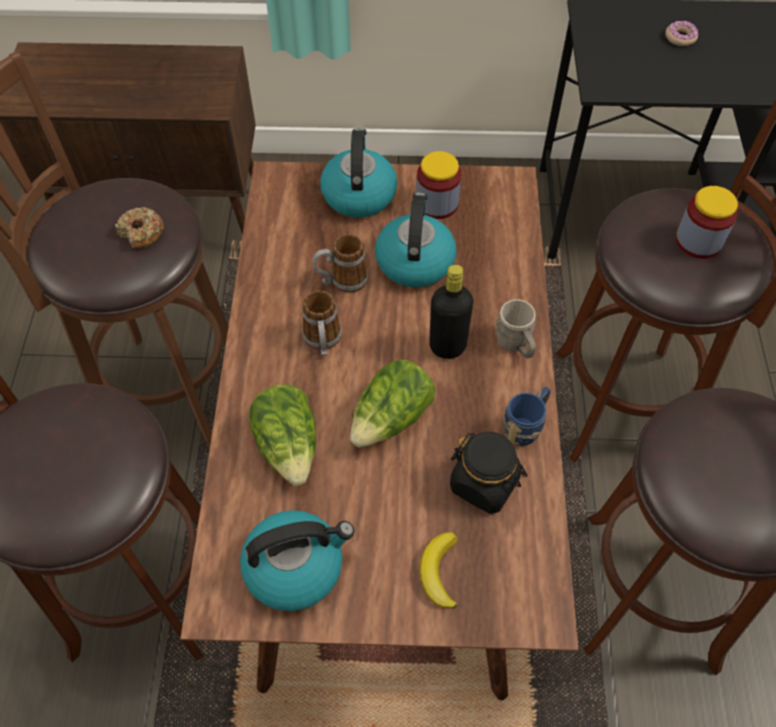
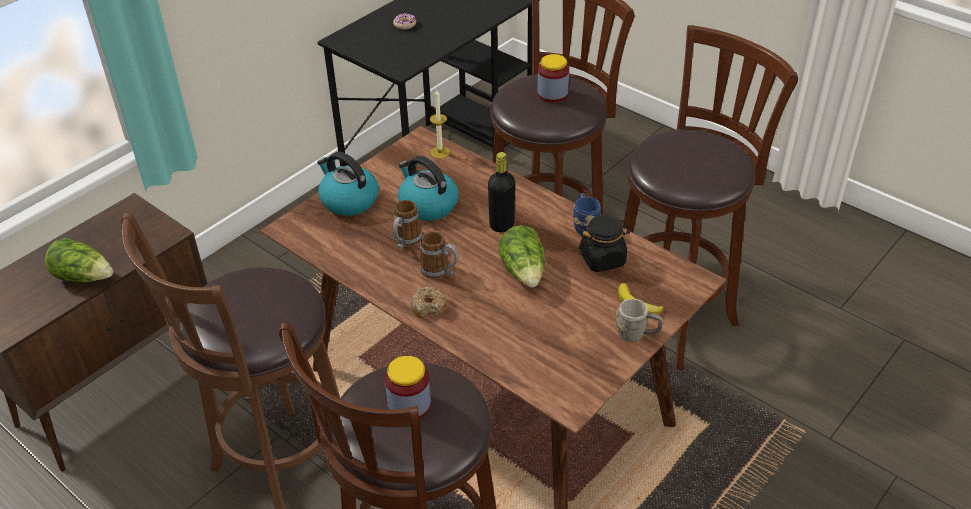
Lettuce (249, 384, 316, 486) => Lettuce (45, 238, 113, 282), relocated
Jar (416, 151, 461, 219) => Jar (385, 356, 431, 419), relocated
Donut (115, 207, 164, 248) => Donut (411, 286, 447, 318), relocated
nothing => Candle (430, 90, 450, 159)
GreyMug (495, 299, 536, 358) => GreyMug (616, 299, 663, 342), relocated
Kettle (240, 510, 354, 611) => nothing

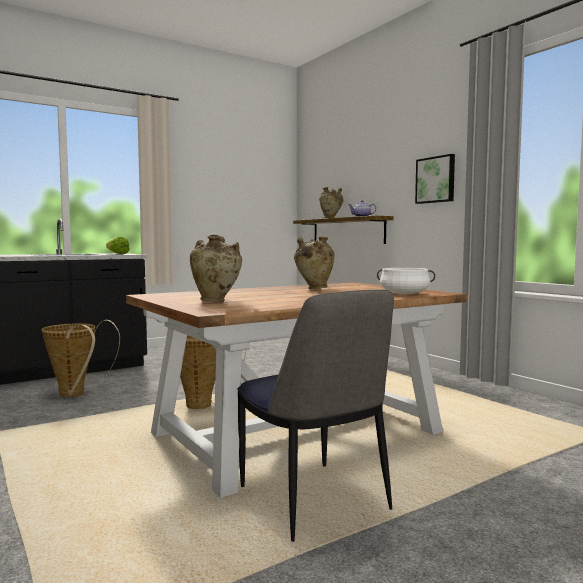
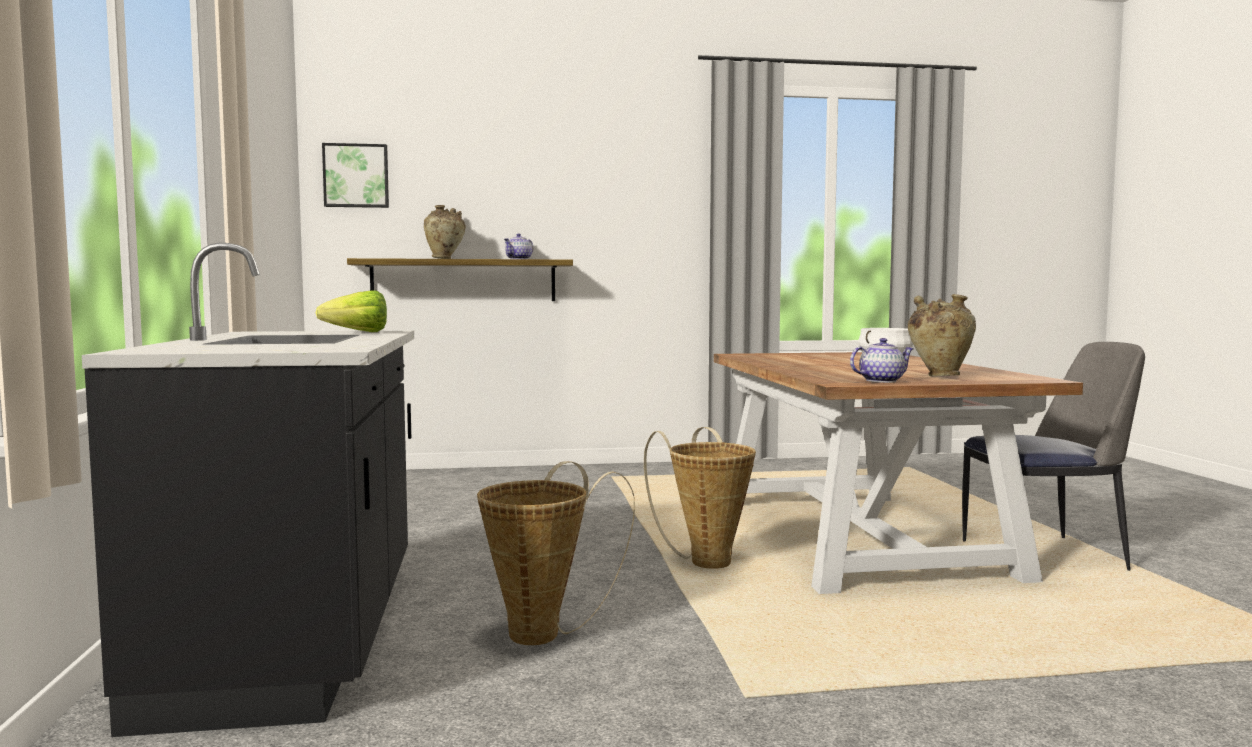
Picture (415, 154, 455, 204) => Picture (322, 143, 389, 208), relocated
nothing => Teapot (850, 338, 914, 383)
BeigeVase (294, 236, 335, 289) => nothing

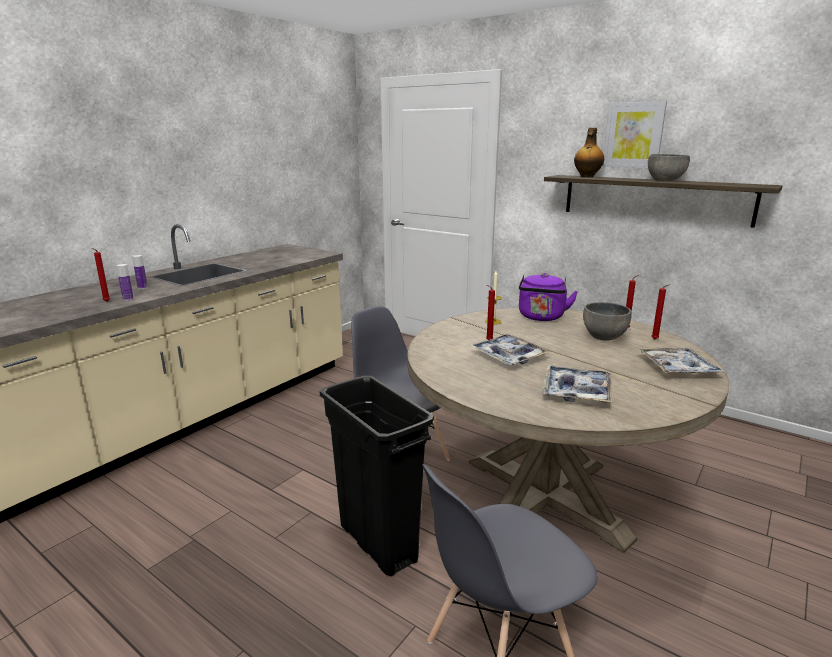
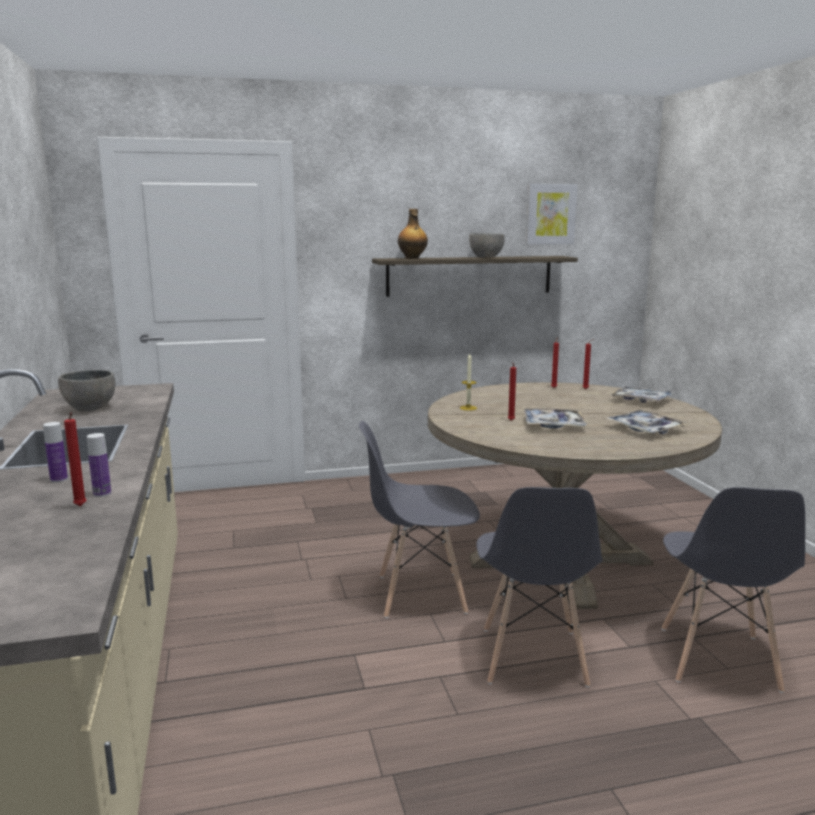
GreyBowl (583, 302, 632, 341) => GreyBowl (58, 370, 115, 411), relocated
BlackTrashCan (320, 376, 434, 576) => GreyChair (476, 487, 603, 687)
Picture (602, 101, 667, 168) => Picture (526, 184, 577, 244), relocated
PurpleKettle (519, 273, 578, 321) => nothing

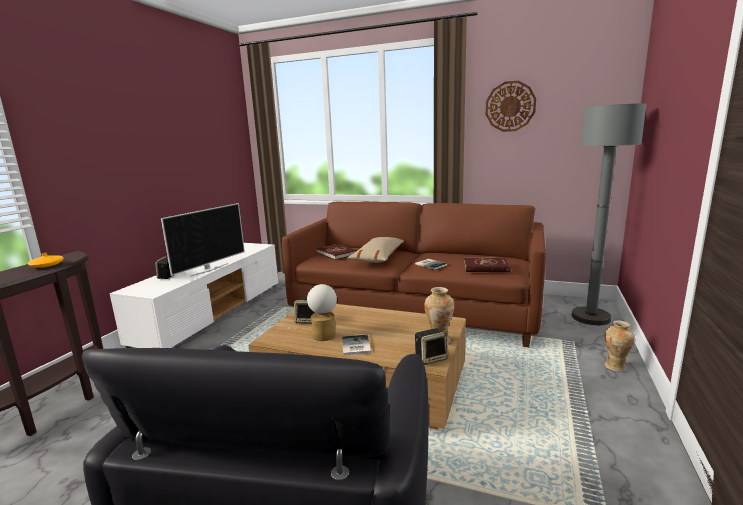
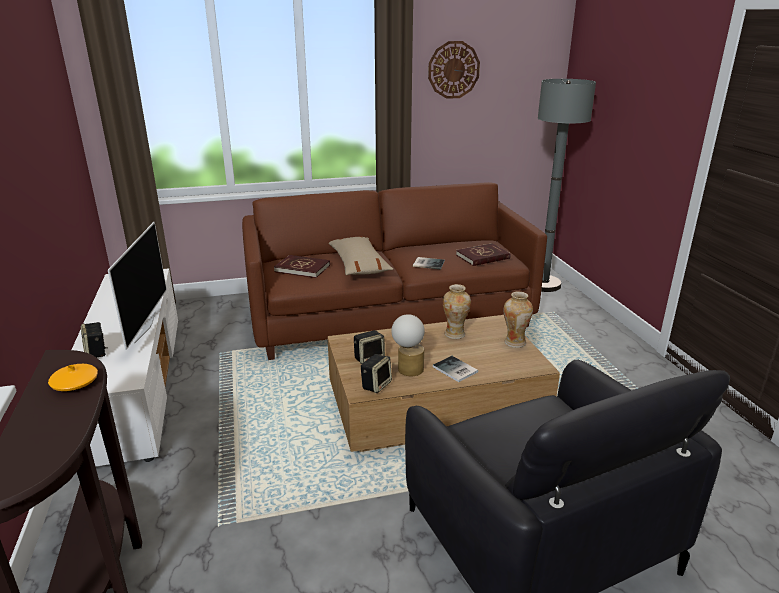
Speaker (415, 328, 448, 365) => Speaker (360, 354, 392, 393), relocated
Vase (605, 320, 635, 372) => Vase (443, 284, 471, 339), relocated

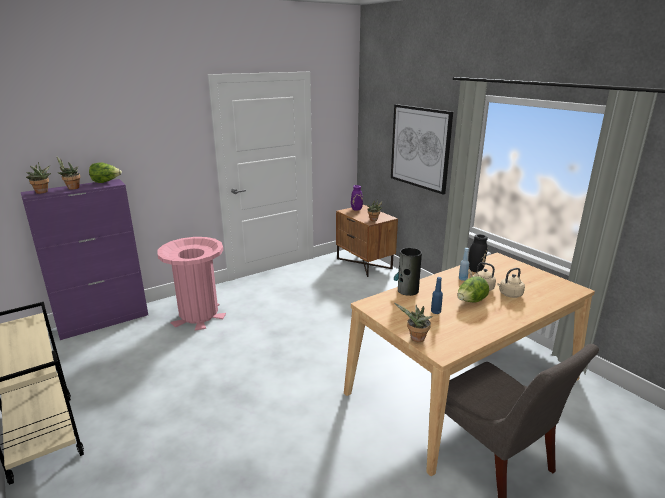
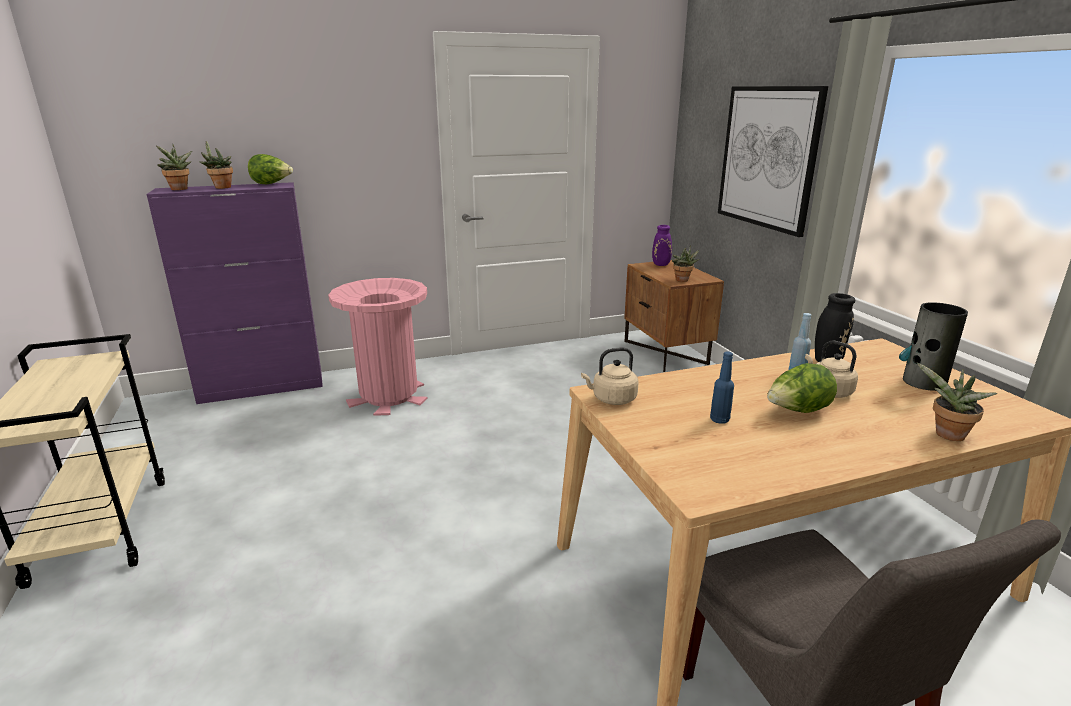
BeigeKettle (497, 268, 525, 298) => BeigeKettle (581, 348, 639, 405), relocated
Vase (394, 248, 422, 296) => Vase (899, 302, 968, 391), relocated
PottedPlant (394, 303, 433, 342) => PottedPlant (917, 363, 997, 441), relocated

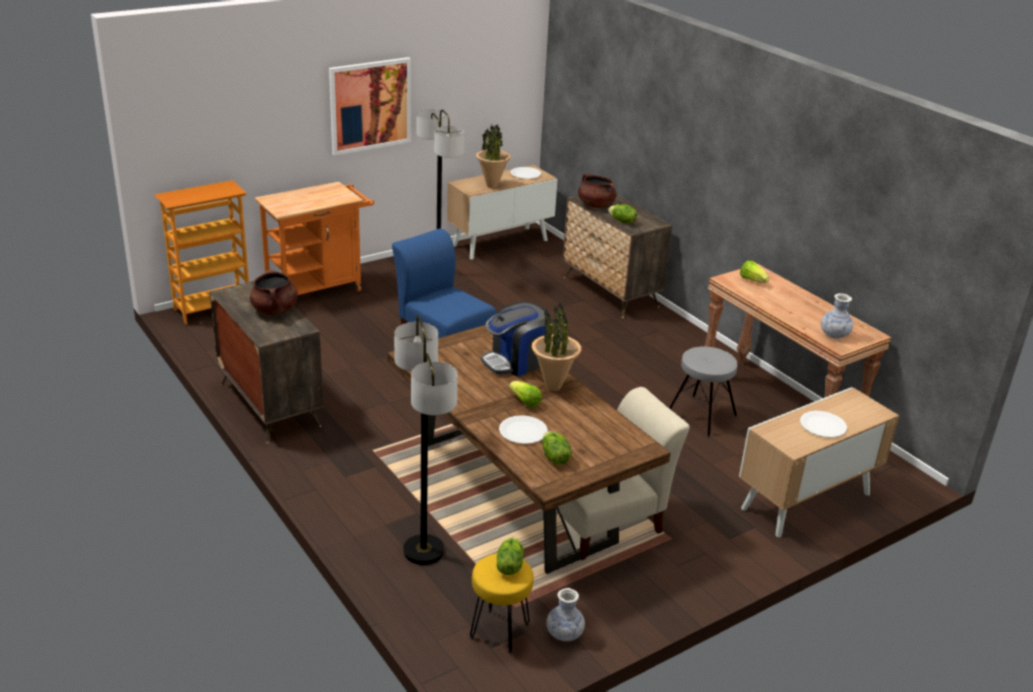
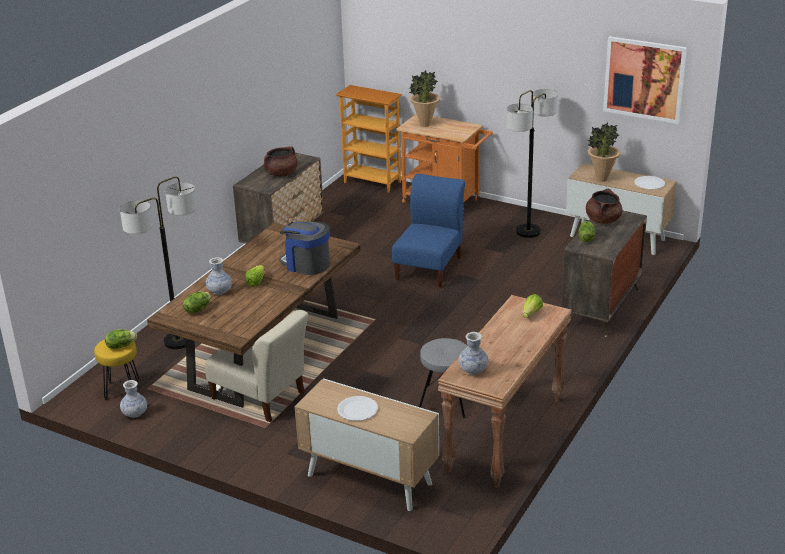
WhitePlate (499, 415, 548, 444) => Vase (206, 257, 232, 295)
PottedPlant (532, 302, 581, 391) => PottedPlant (409, 70, 440, 127), relocated
Picture (329, 57, 411, 155) => Picture (603, 36, 687, 124), relocated

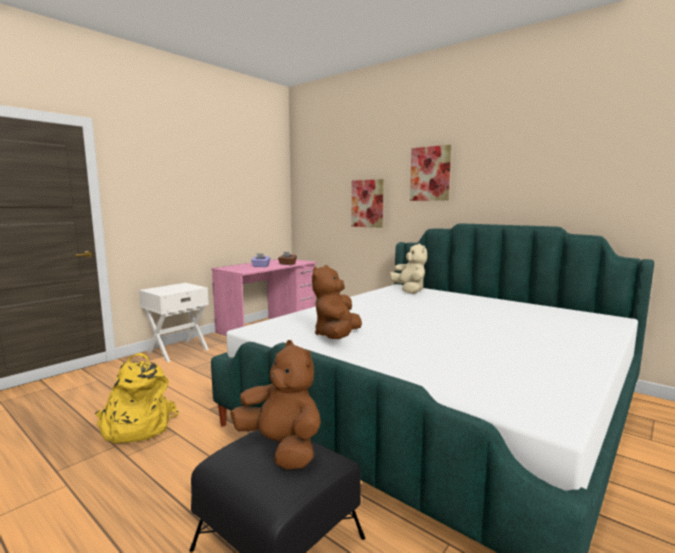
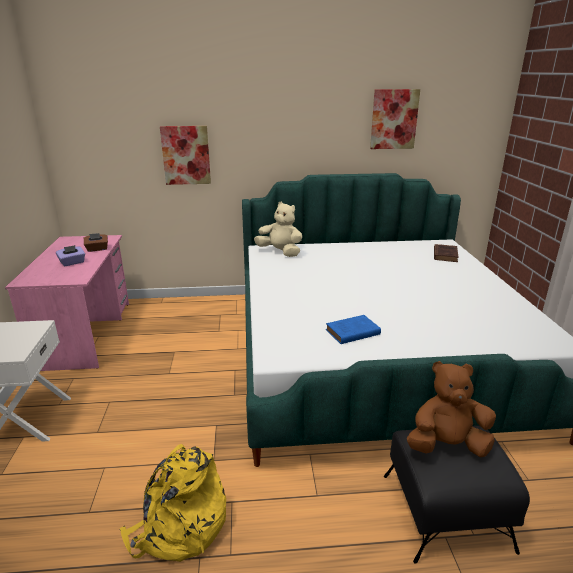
BrownPlushToy (312, 265, 362, 339) => BlueBook (326, 315, 381, 344)
Picture (410, 145, 451, 201) => Picture (370, 89, 420, 149), relocated
nothing => BrownBook (434, 244, 459, 262)

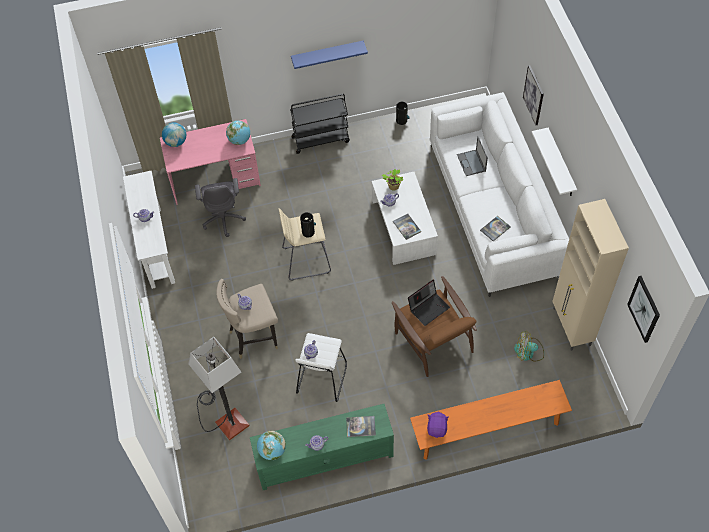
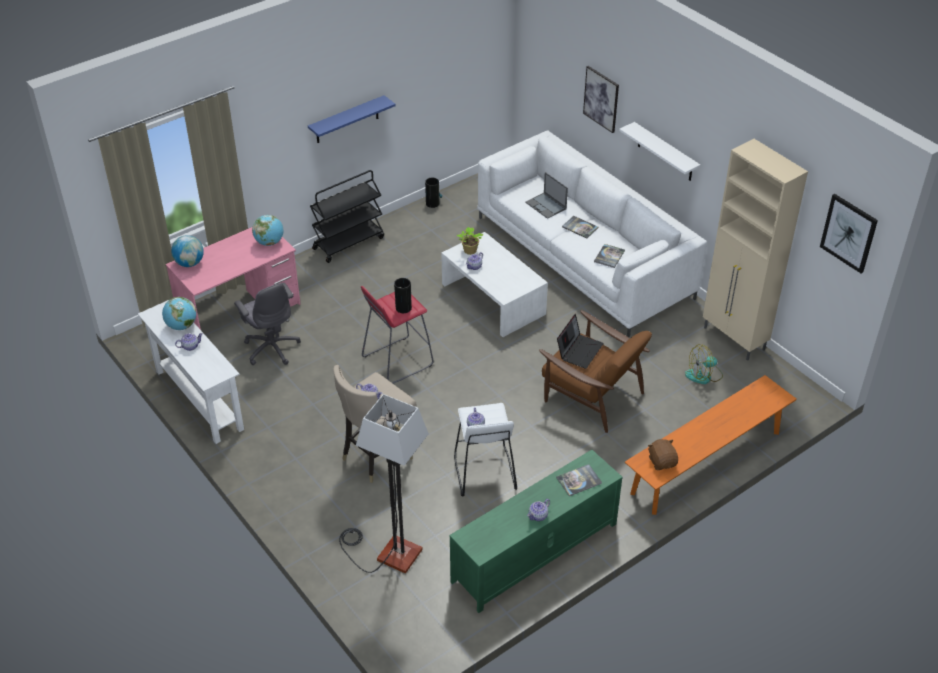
Globe (257, 431, 286, 460) => Globe (162, 297, 196, 330), relocated
BeigeStool (279, 208, 331, 281) => RedStool (361, 286, 434, 384)
Book (393, 214, 421, 240) => Book (562, 216, 598, 238), relocated
PurplePlushToy (427, 411, 449, 438) => BrownPlushToy (648, 439, 678, 470)

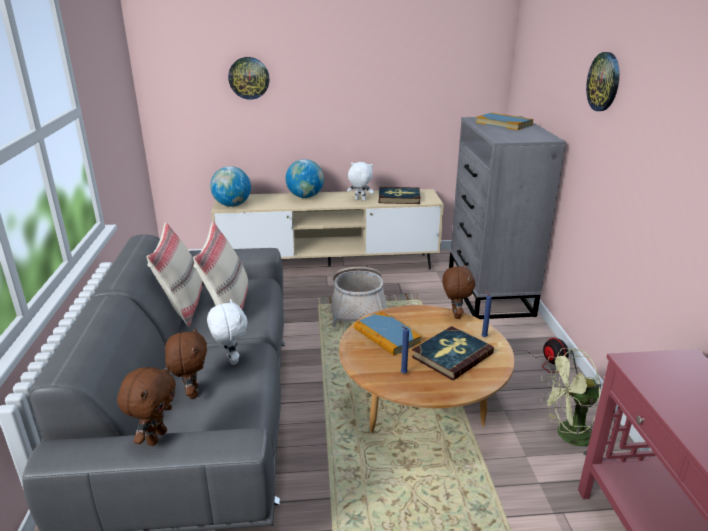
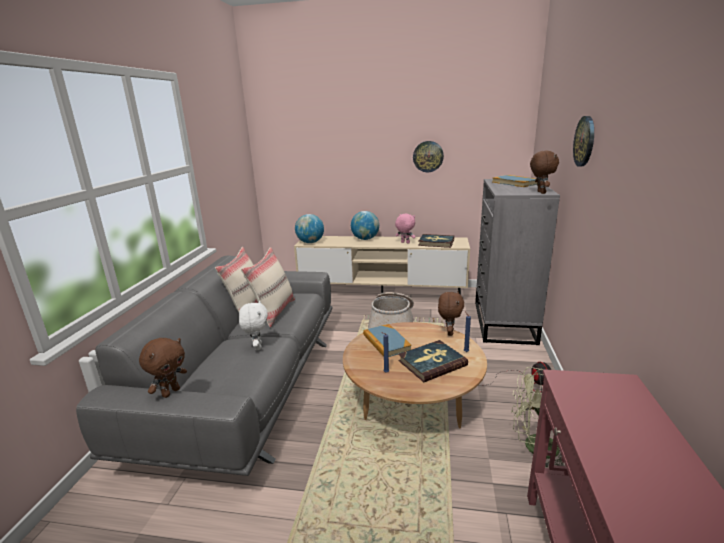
WhitePlushToy (347, 162, 374, 201) => PinkPlushToy (395, 214, 415, 243)
WallClock (228, 57, 269, 100) => WallClock (413, 141, 444, 172), relocated
BrownPlushToy (165, 327, 207, 398) => BrownPlushToy (530, 151, 559, 194), relocated

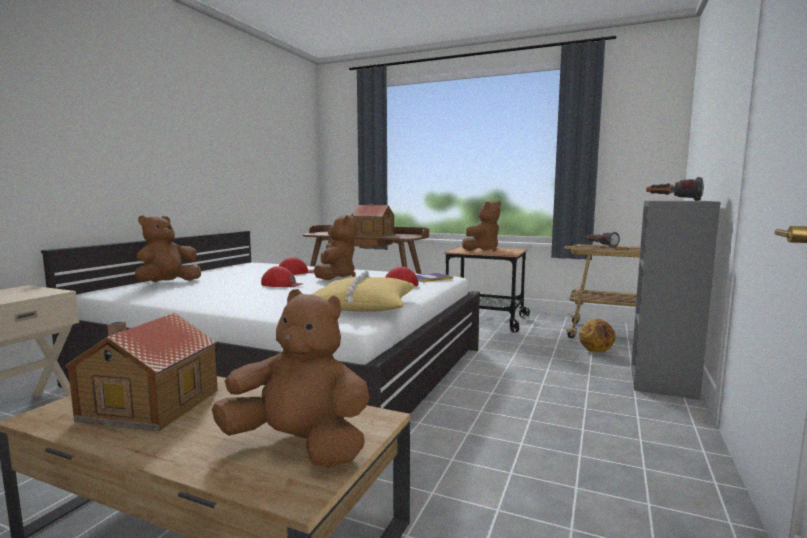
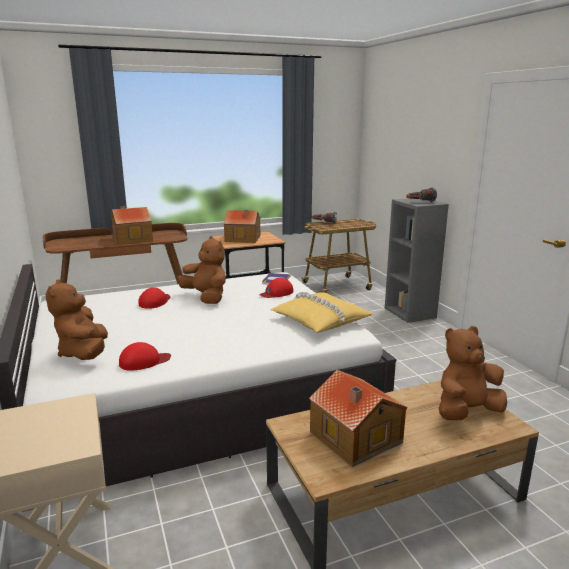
RedCap (261, 266, 303, 287) => RedCap (119, 342, 171, 371), relocated
BrownPlushToy (462, 201, 501, 251) => ToyHouse (224, 210, 260, 243)
Basketball (579, 319, 615, 352) => nothing

